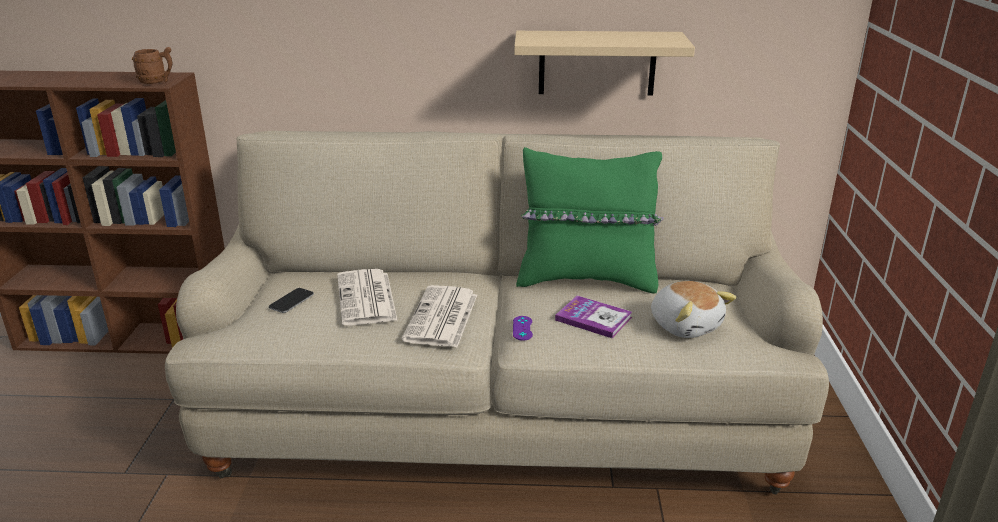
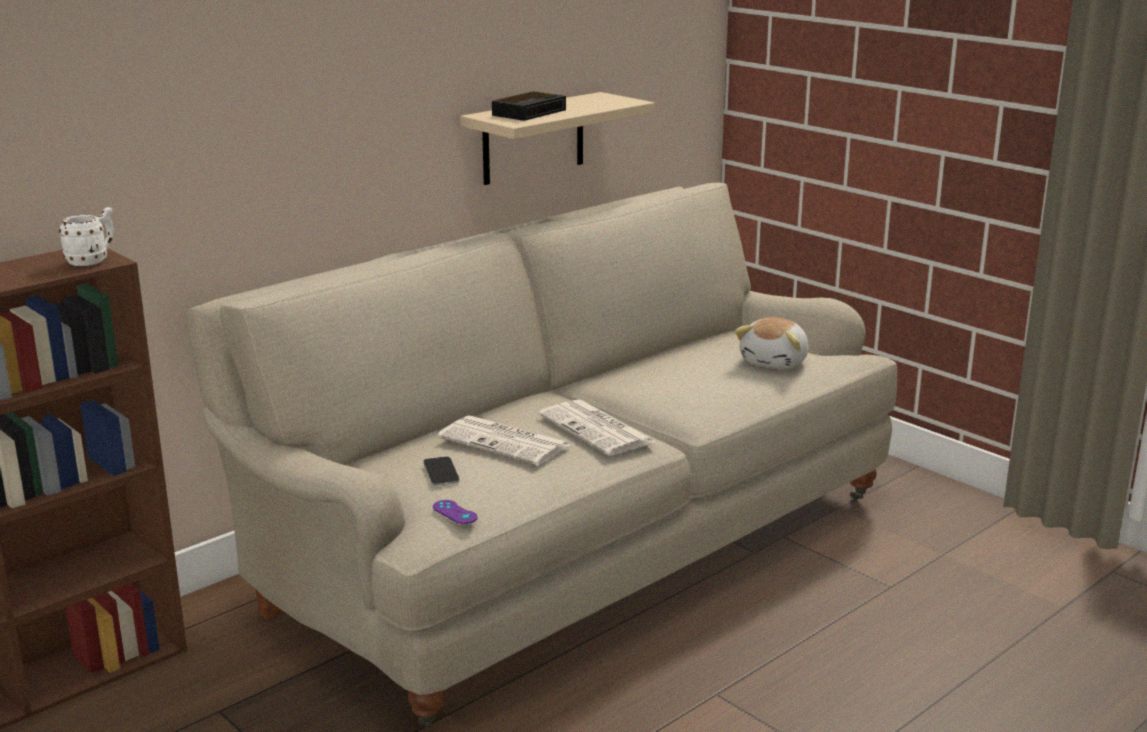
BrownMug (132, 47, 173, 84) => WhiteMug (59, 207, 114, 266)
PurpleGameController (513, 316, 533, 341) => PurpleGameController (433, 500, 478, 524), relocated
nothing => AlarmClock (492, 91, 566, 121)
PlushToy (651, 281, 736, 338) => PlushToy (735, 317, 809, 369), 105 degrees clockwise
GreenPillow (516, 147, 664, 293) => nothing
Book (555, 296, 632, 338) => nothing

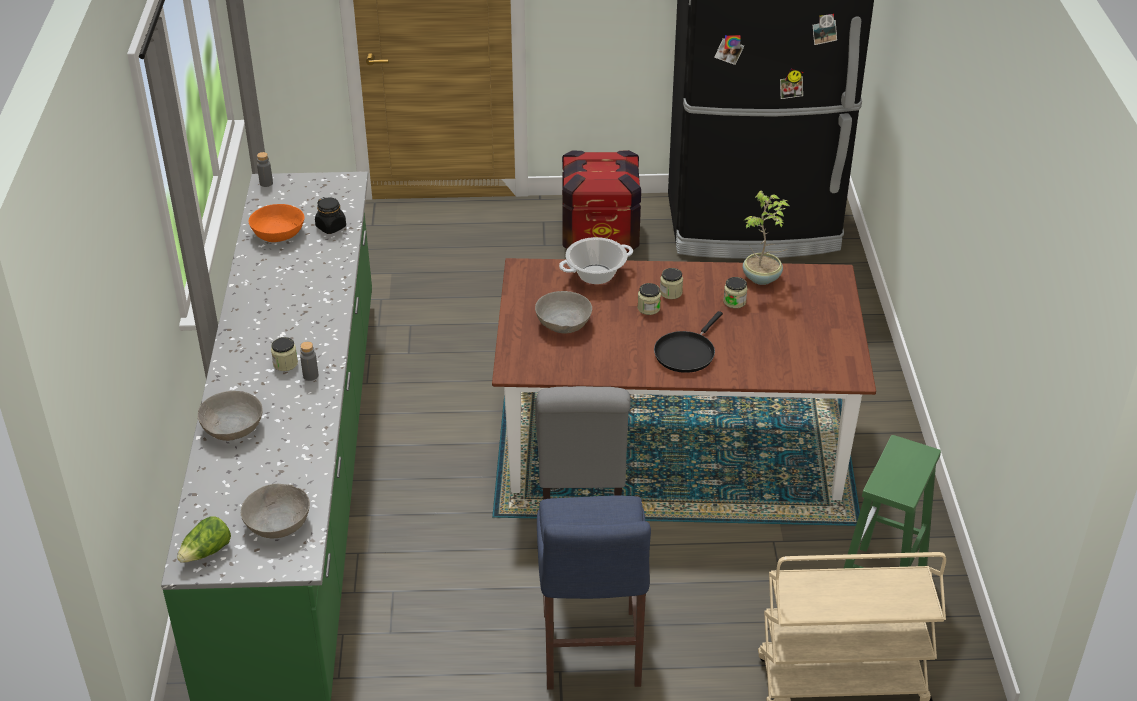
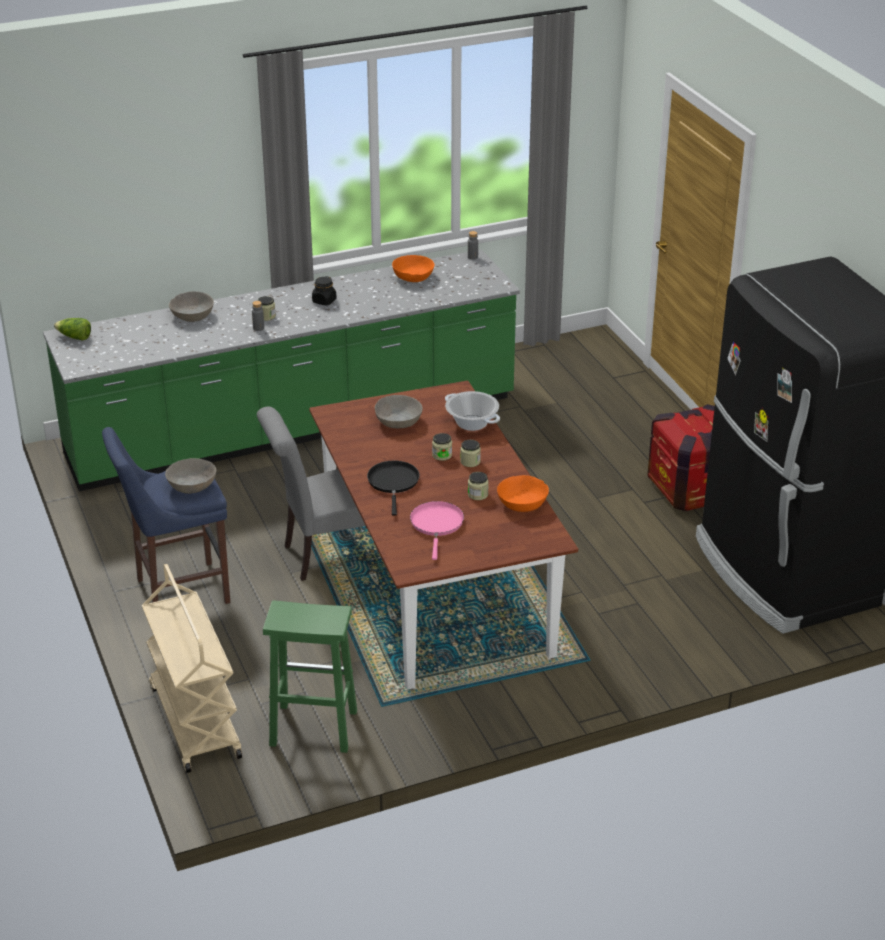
GreyBowl (241, 484, 310, 538) => GreyBowl (165, 458, 216, 494), relocated
BlackJar (315, 197, 346, 234) => BlackJar (312, 276, 336, 306), relocated
BlackFryingPan (654, 311, 723, 373) => BlackFryingPan (367, 461, 420, 515), 75 degrees clockwise
nothing => PinkFryingPan (410, 501, 464, 560)
PottedPlant (743, 191, 789, 285) => OrangeBowl (497, 475, 549, 512)

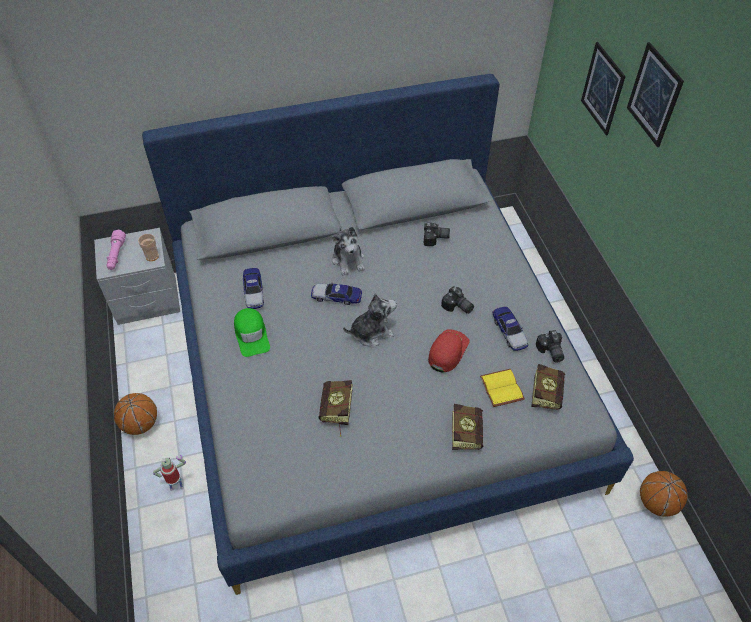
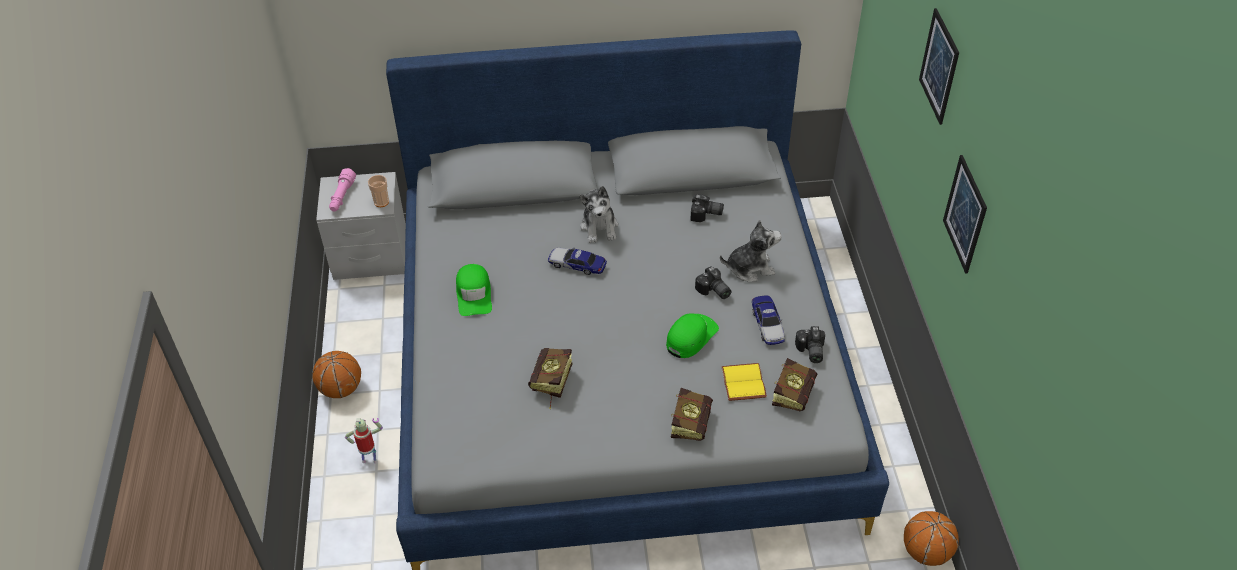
RedCap (428, 329, 470, 373) => GreenCap (666, 313, 719, 358)
PlushToy (343, 293, 397, 346) => PlushToy (720, 220, 782, 282), relocated
Picture (581, 42, 626, 136) => Picture (943, 155, 987, 274), relocated
ToyCar (243, 268, 264, 309) => nothing

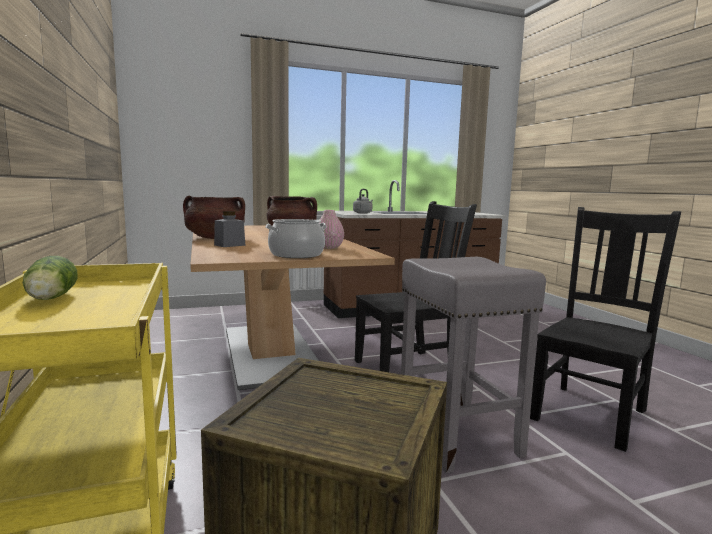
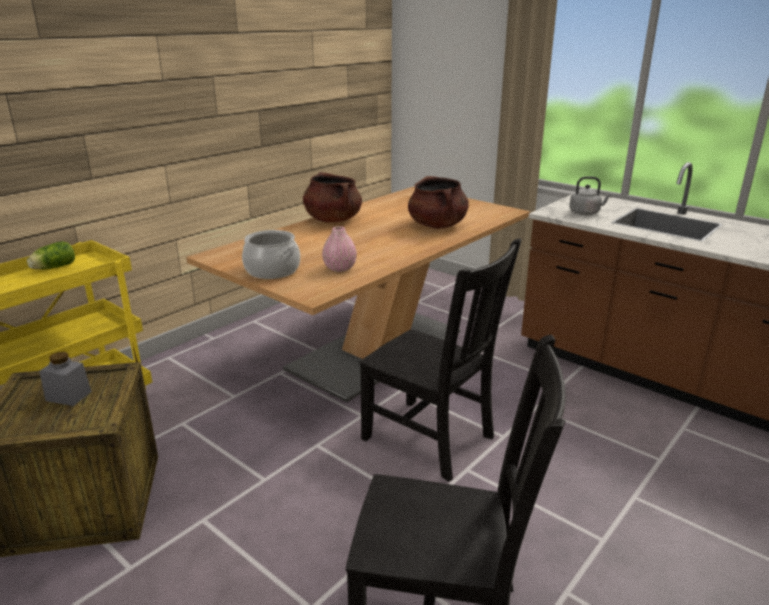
GreyJar (214, 211, 245, 247) => GreyJar (39, 352, 92, 406), relocated
GreyStool (401, 257, 546, 473) => nothing

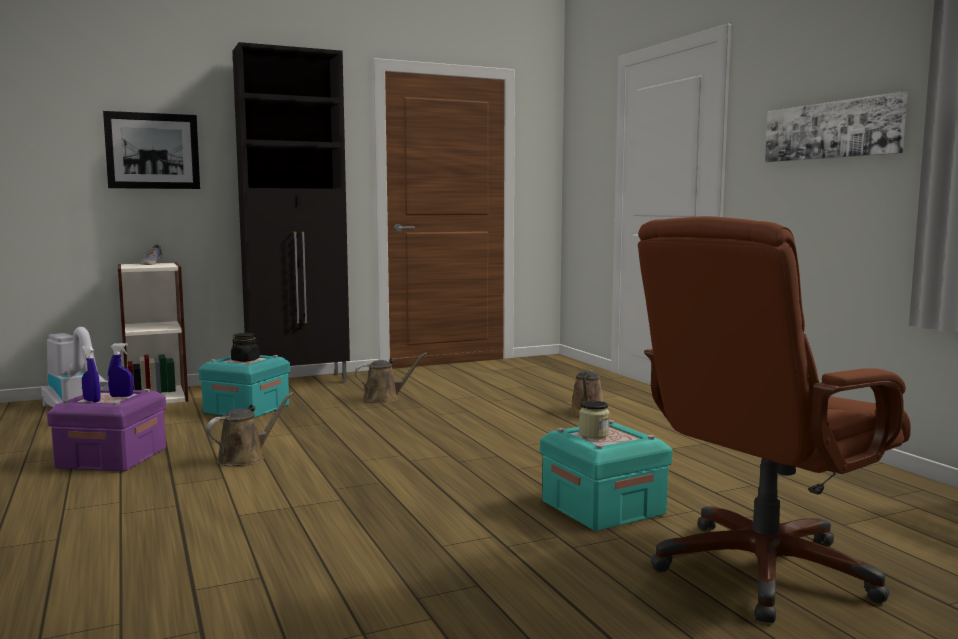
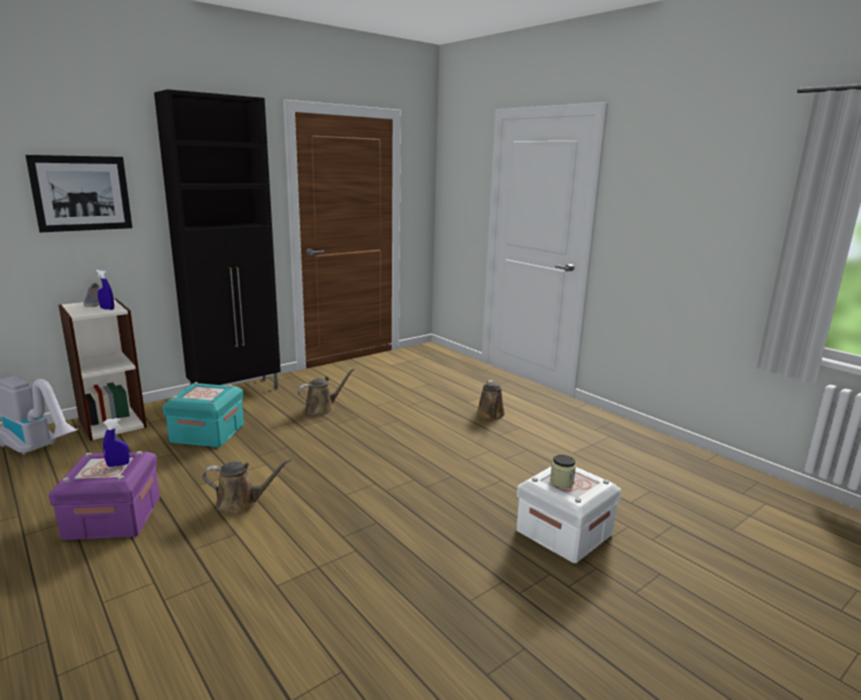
BlueSprayBottle (82, 346, 100, 403) => BlueSprayBottle (96, 270, 114, 310), relocated
BrownWateringCan (206, 392, 294, 467) => BrownWateringCan (203, 459, 291, 515), 60 degrees clockwise
TurquoiseStorageBox (540, 420, 672, 531) => WhiteStorageBox (516, 467, 621, 563)
BlackJar (231, 333, 260, 362) => nothing
BrownOfficeChair (638, 216, 911, 623) => nothing
Picture (765, 92, 907, 162) => nothing

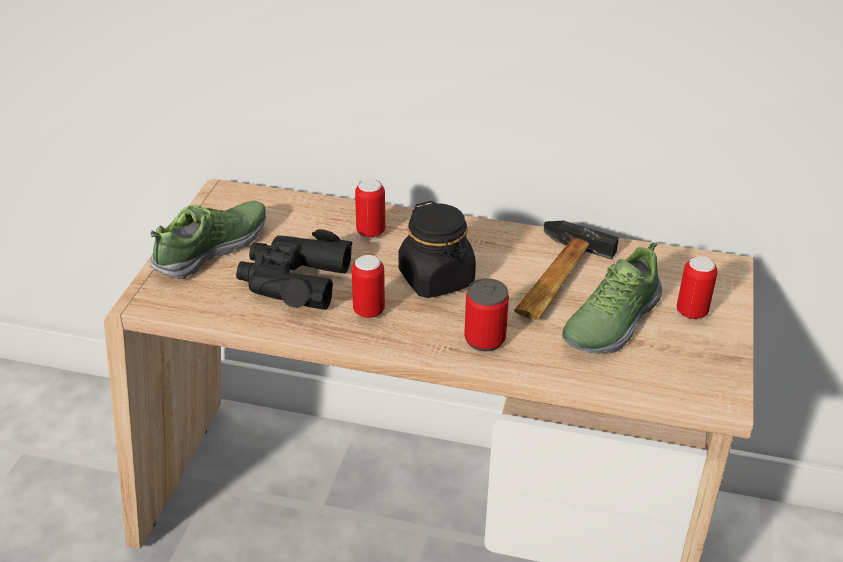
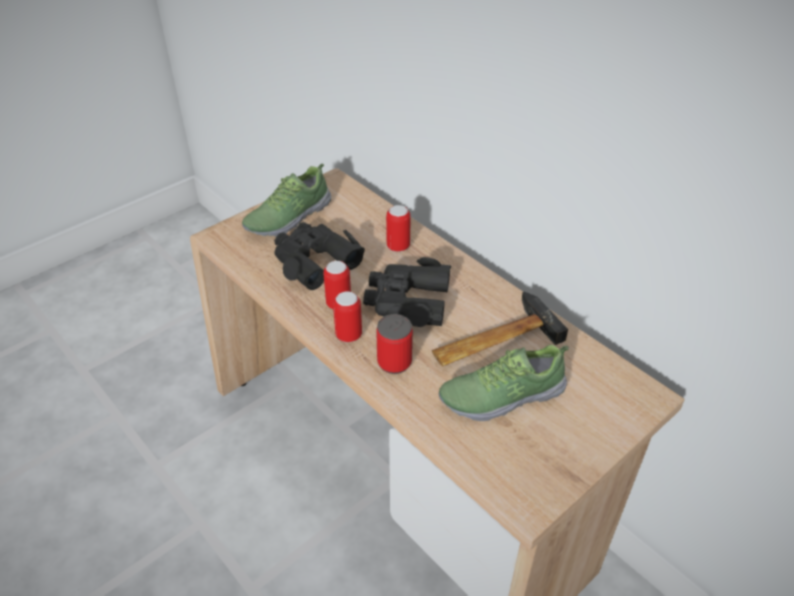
Shoe (150, 201, 266, 279) => Shoe (242, 163, 331, 237), 150 degrees clockwise
Can (677, 256, 717, 320) => Can (333, 291, 362, 343), relocated
BlackJar (398, 201, 476, 298) => BlackBinoculars (363, 257, 451, 327)

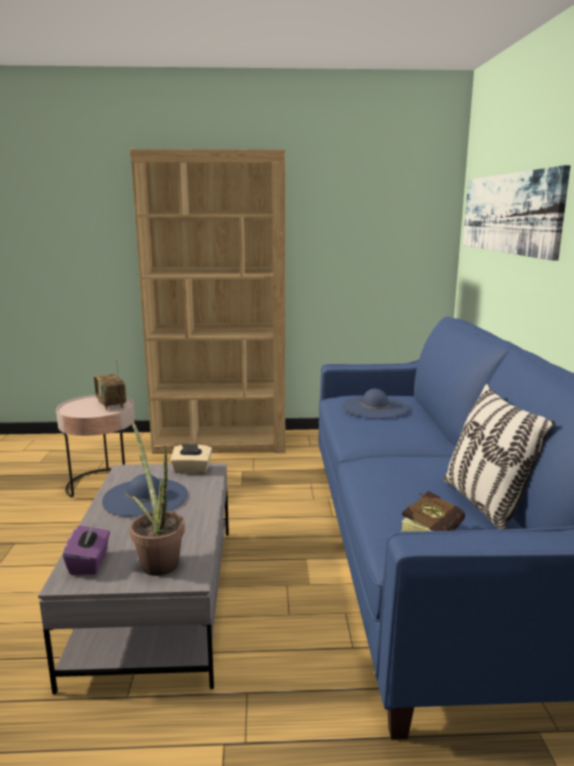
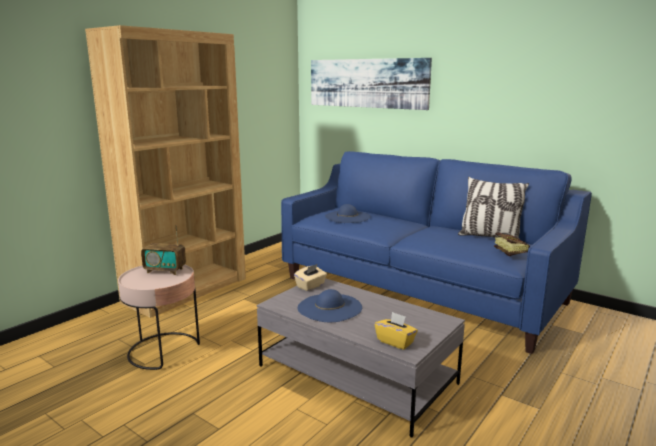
PurpleTissueBox (63, 523, 110, 575) => YellowTissueBox (375, 312, 418, 350)
PottedPlant (130, 417, 185, 576) => nothing

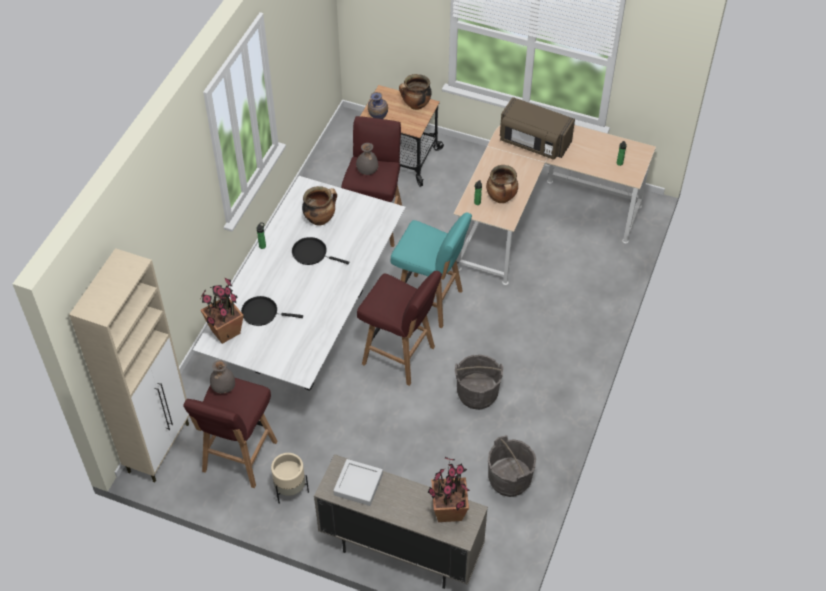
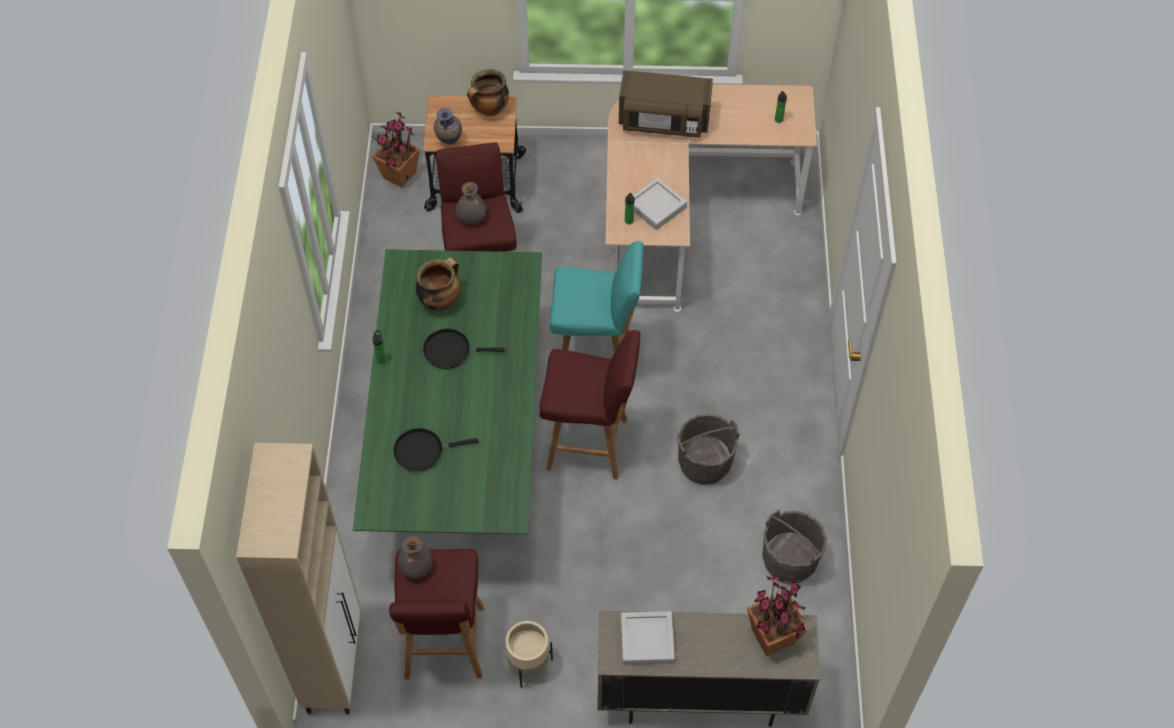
WhiteDiningTable (193, 176, 406, 390) => GreenDiningTable (353, 249, 542, 534)
PottedPlant (200, 277, 244, 344) => PottedPlant (372, 111, 420, 188), relocated
CookingPot (486, 165, 518, 203) => GreyTray (633, 177, 687, 230)

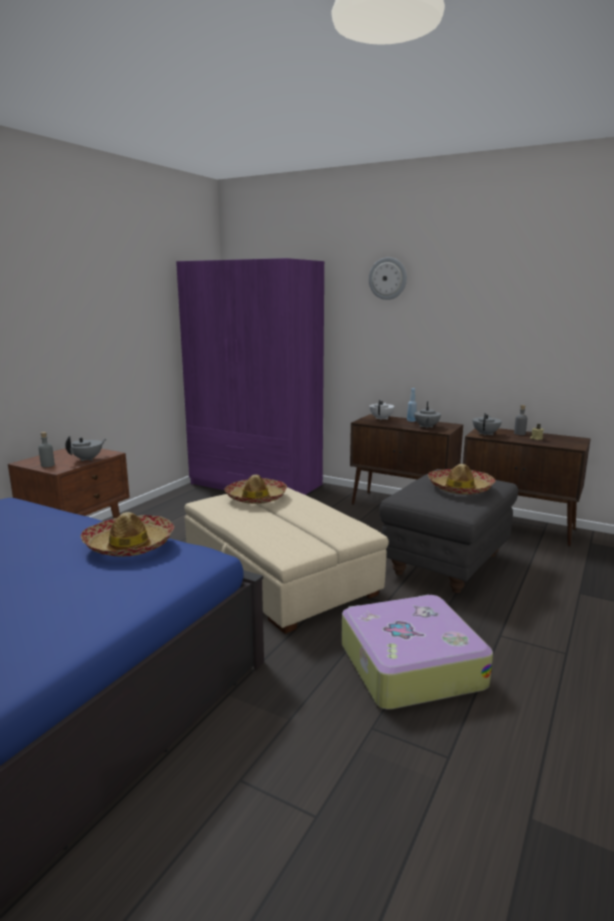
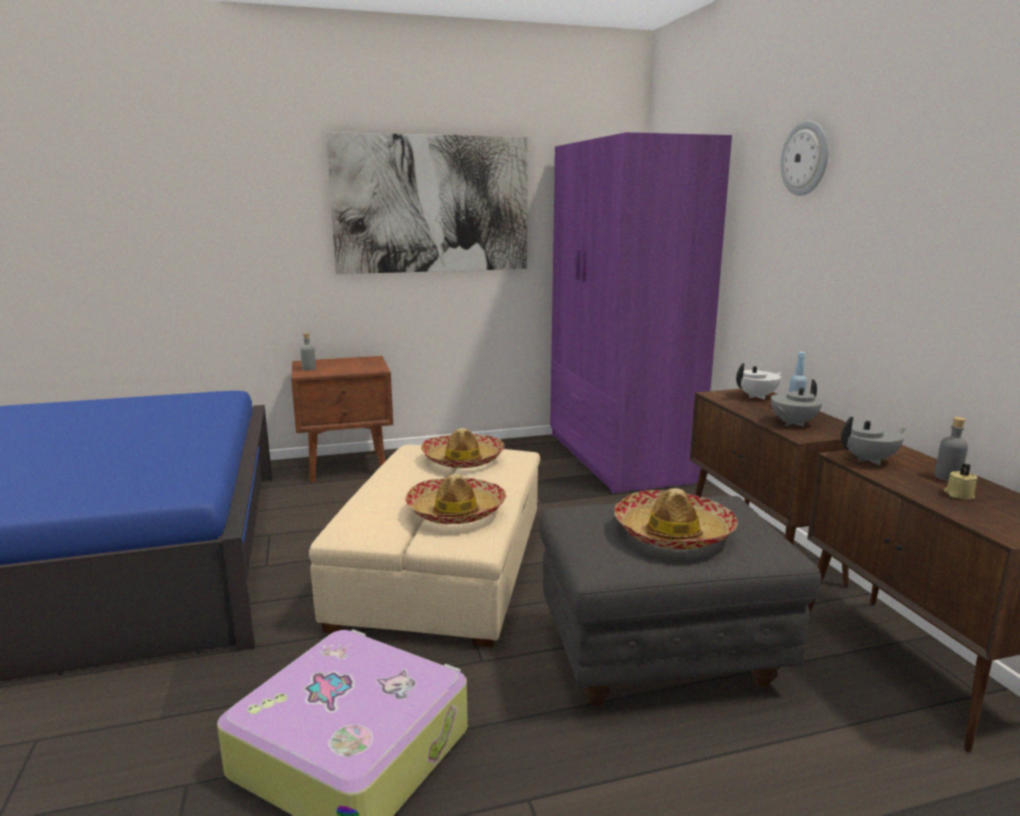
nothing => Picture (326, 132, 528, 274)
Hat (81, 512, 174, 557) => Hat (405, 474, 506, 524), relocated
GreyTeapot (65, 436, 106, 461) => nothing

